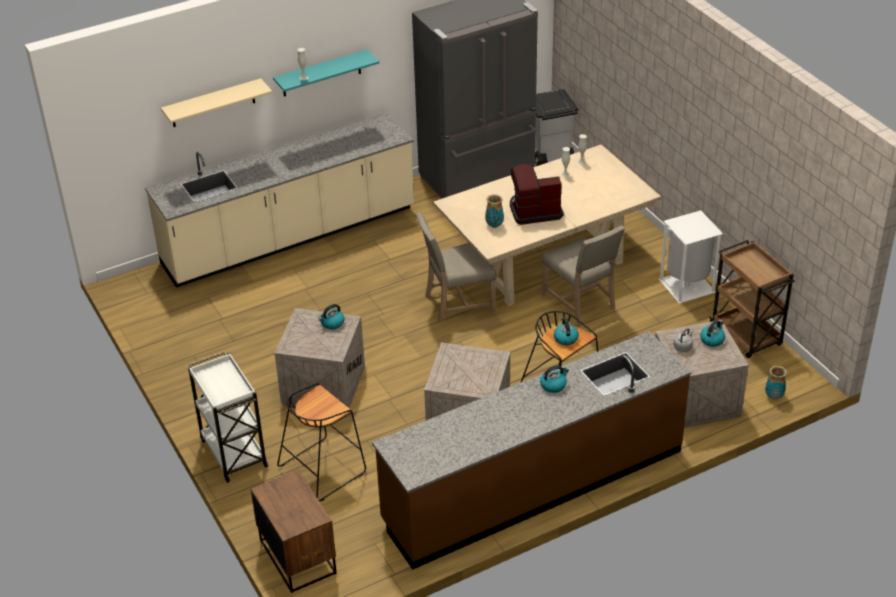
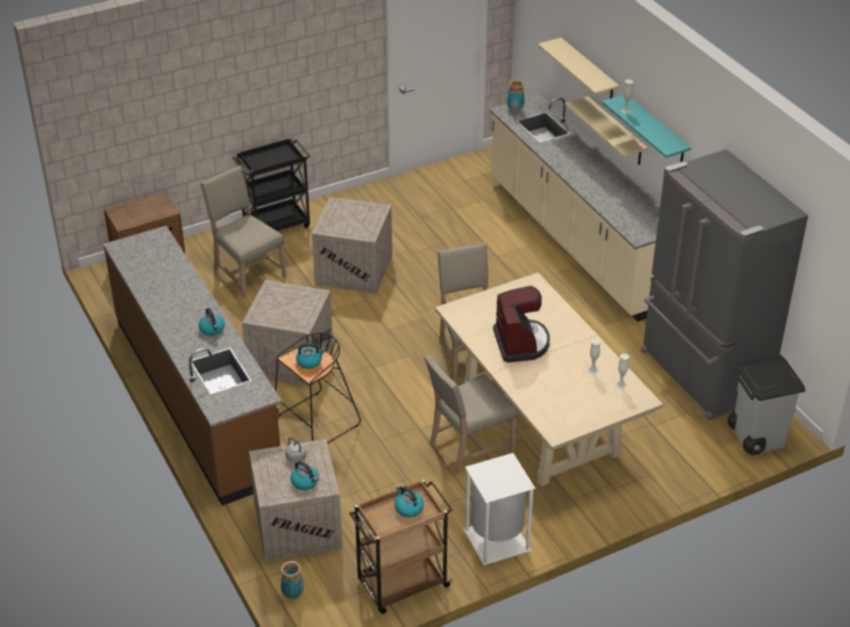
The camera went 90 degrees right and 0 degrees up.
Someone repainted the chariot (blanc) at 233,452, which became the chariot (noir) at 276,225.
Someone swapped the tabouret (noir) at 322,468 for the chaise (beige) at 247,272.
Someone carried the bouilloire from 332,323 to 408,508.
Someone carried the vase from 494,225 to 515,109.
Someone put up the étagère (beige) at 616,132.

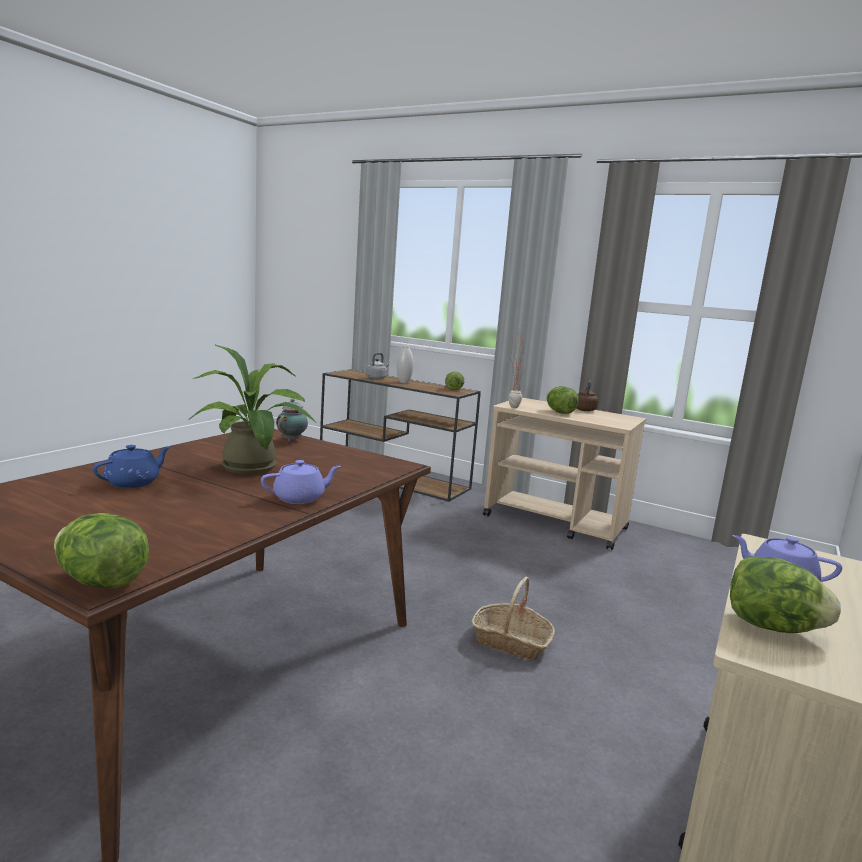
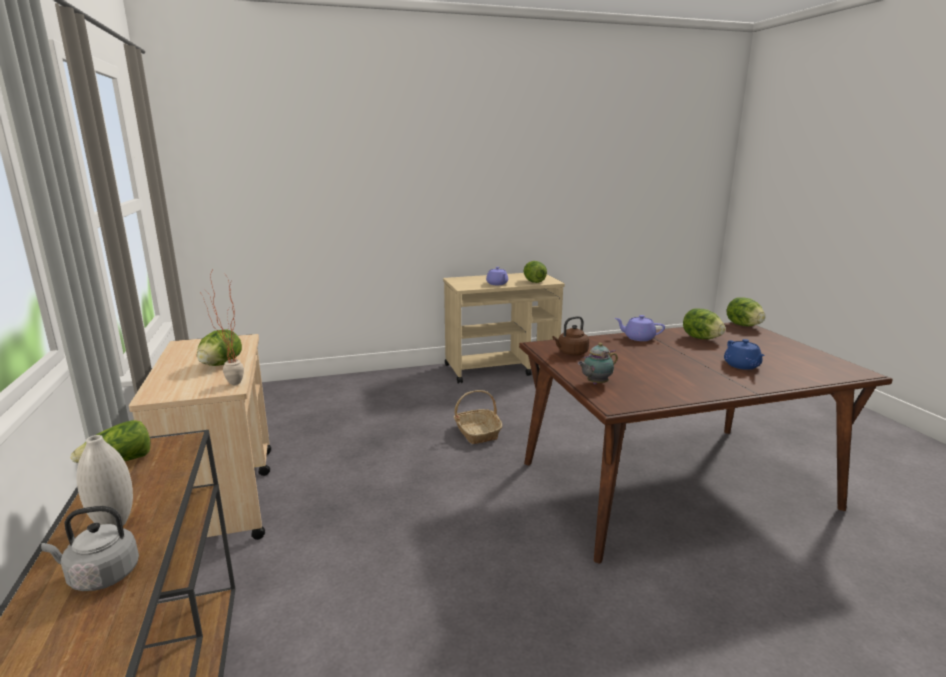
The camera went 135 degrees left and 5 degrees up.
Someone rotated the théière (bleu) at 134,482 by 90 degrees counterclockwise.
Someone took away the plante en pot at 252,470.
Someone carried the bouilloire (marron) from 584,409 to 571,353.
Someone put down the laitue at 701,338.

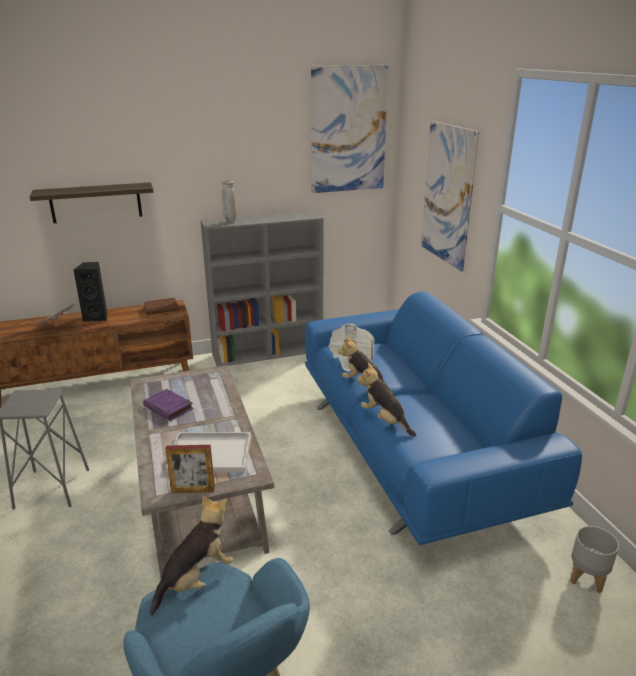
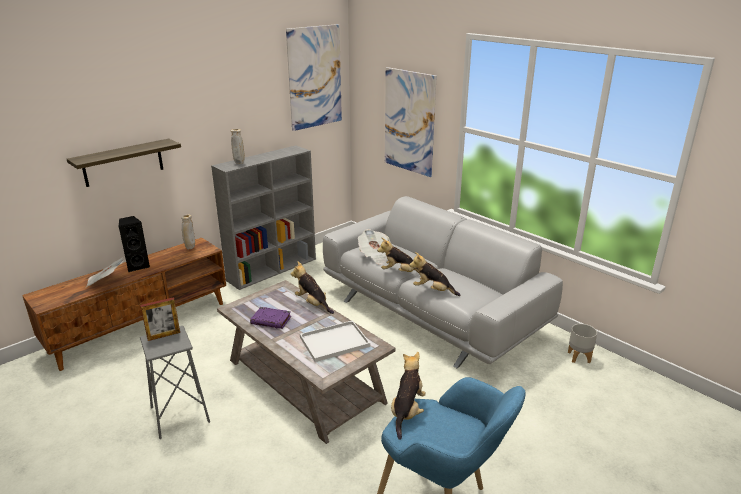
The camera went 25 degrees left and 0 degrees up.
Someone swapped the livre (marron) at 161,308 for the vase (beige) at 190,248.
Someone carried the cadre photo from 193,490 to 164,335.
Someone repainted the canapé (bleu) at 412,449, which became the canapé (gris) at 431,312.
Someone put down the peluche at 312,303.

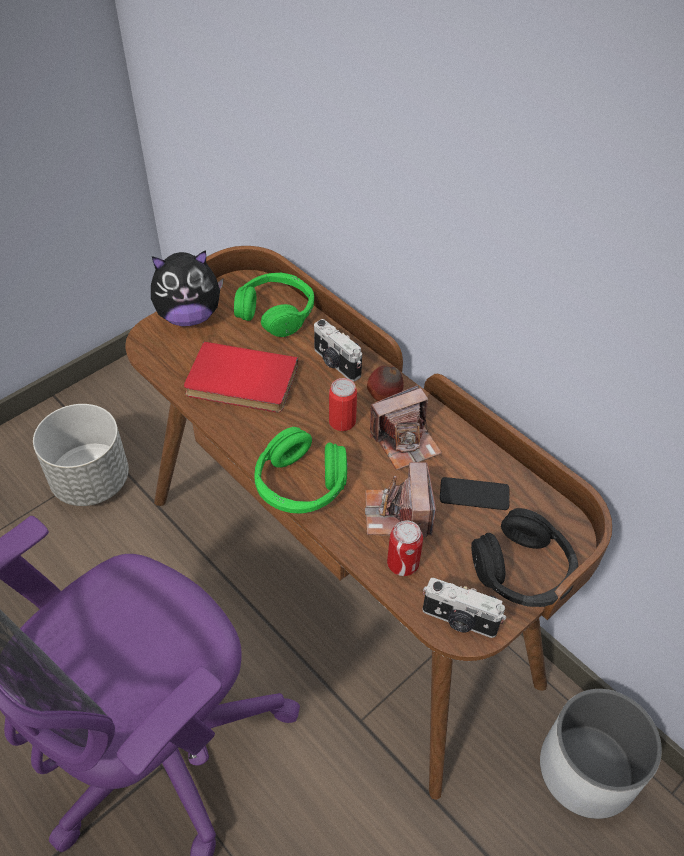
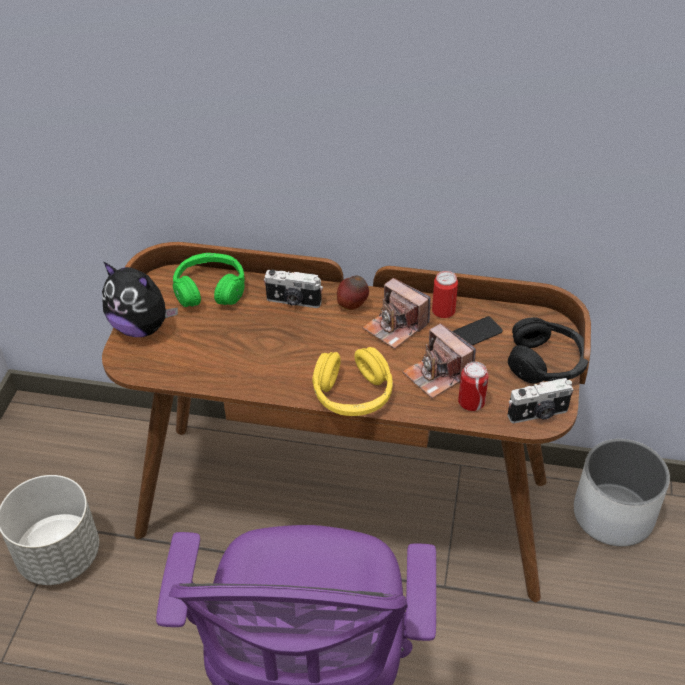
The camera went 35 degrees left and 5 degrees down.
Someone rotated the peluche at 189,316 by 75 degrees clockwise.
Someone took away the livre (rouge) at 241,383.
Someone repainted the casque audio (vert) at 300,484, which became the casque audio (jaune) at 353,394.
Someone carried the boîte métallique from 342,421 to 443,311.
Someone rotated the appareil photo at 405,441 by 105 degrees clockwise.

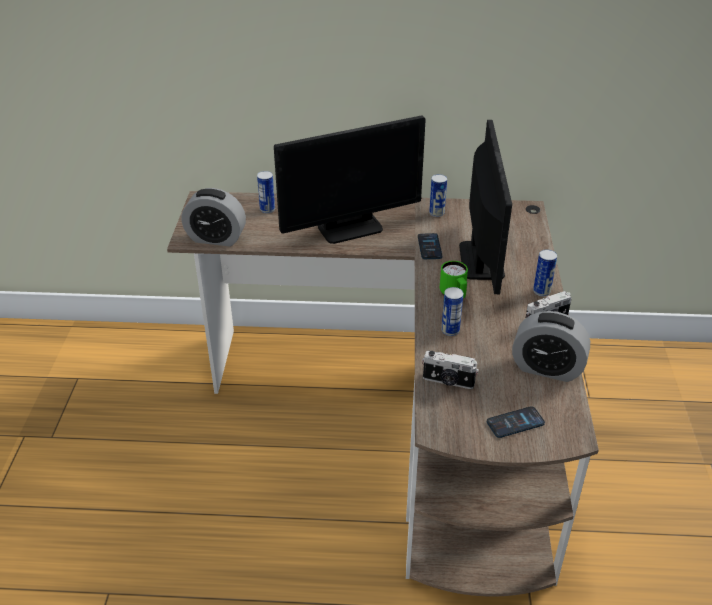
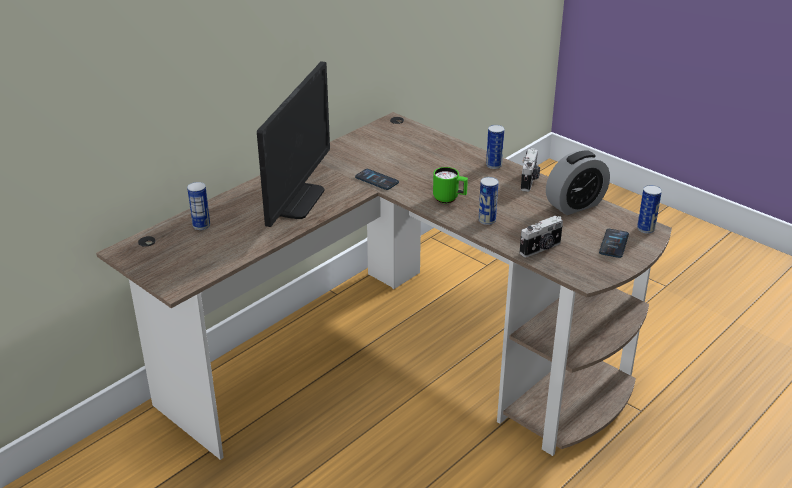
The camera went 50 degrees left and 5 degrees down.
Someone took away the réveil at 216,238.
Someone carried the boîte métallique from 436,213 to 645,229.
Someone took away the écran d'ordinateur at 481,260.

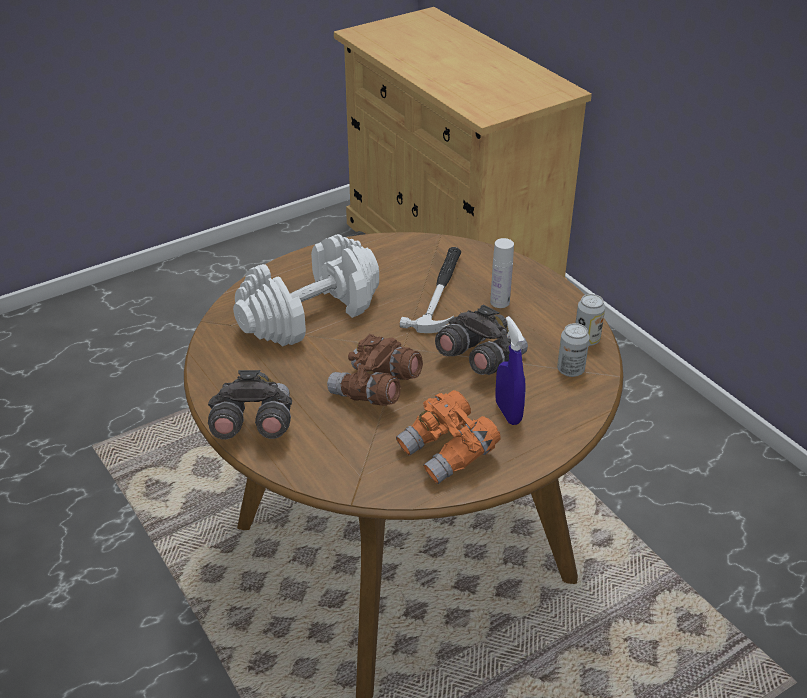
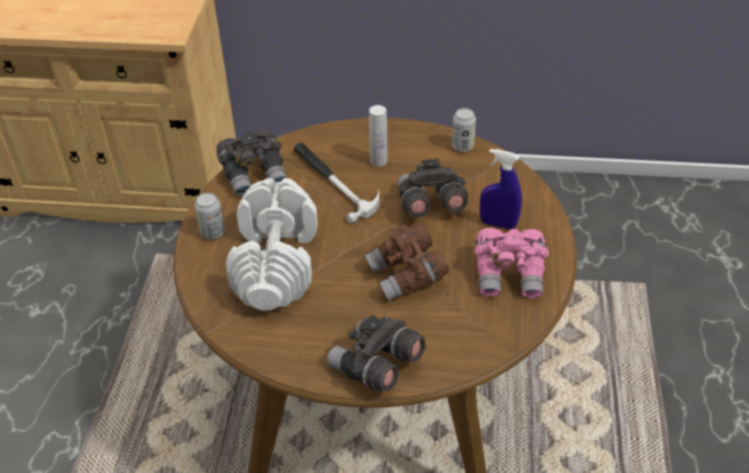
The camera went 50 degrees left and 5 degrees up.
Someone repainted the jumelles (orange) at 448,452, which became the jumelles (rose) at 510,275.
Someone carried the boîte métallique from 570,370 to 213,233.
Someone put down the jumelles (gris) at 255,175.

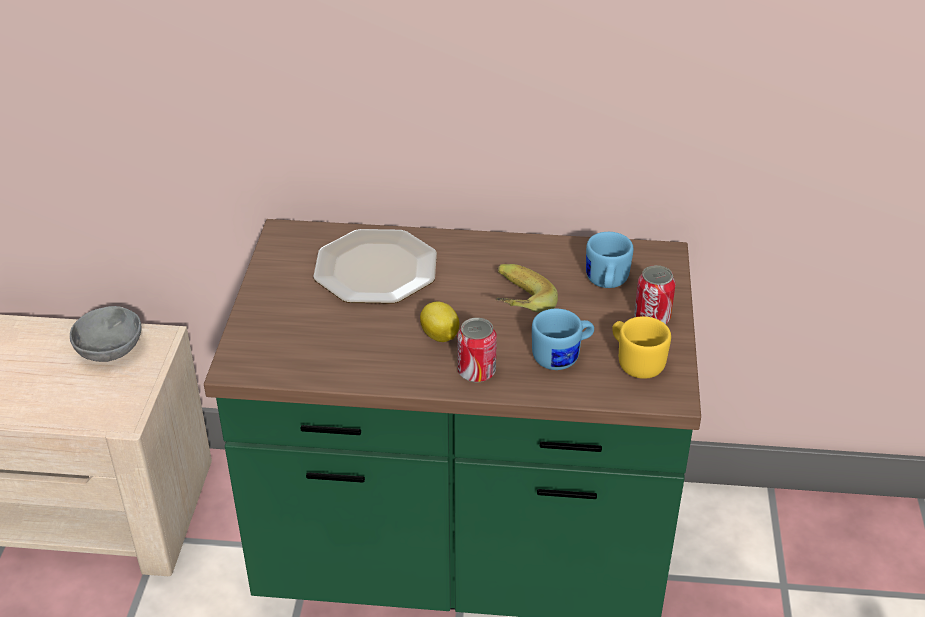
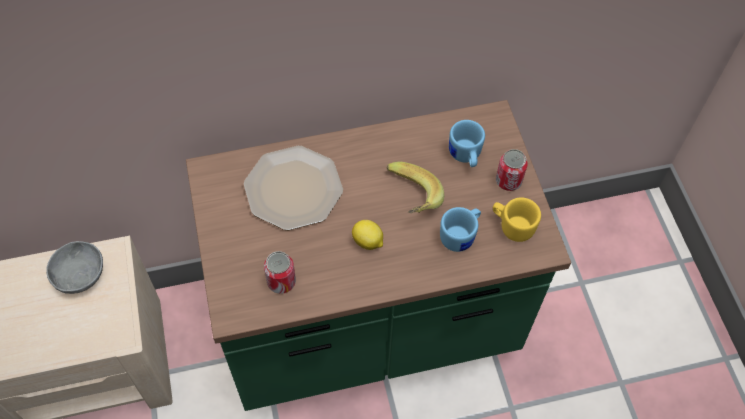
The camera went 20 degrees left and 20 degrees up.
Someone carried the boîte métallique from 476,372 to 281,282.

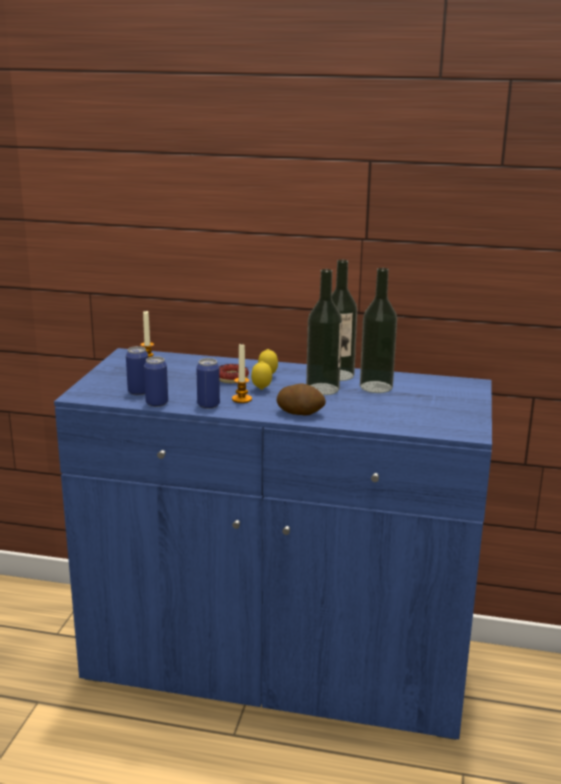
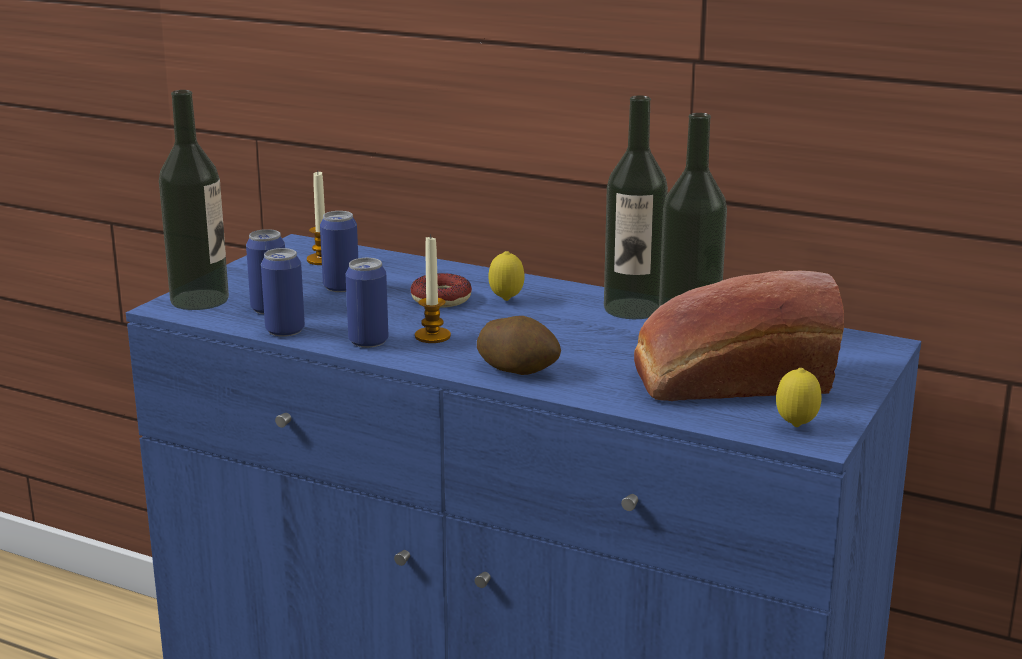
The camera went 15 degrees right and 0 degrees up.
Someone carried the citron from 261,389 to 796,426.
Someone carried the bouteille from 322,389 to 199,300.
Someone put down the boîte métallique at 341,287.
Someone put down the pain at 729,382.

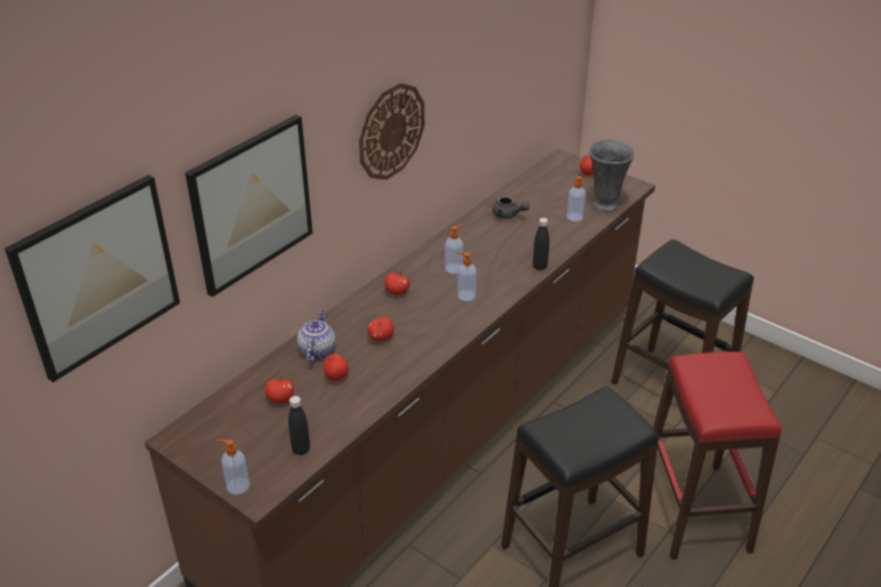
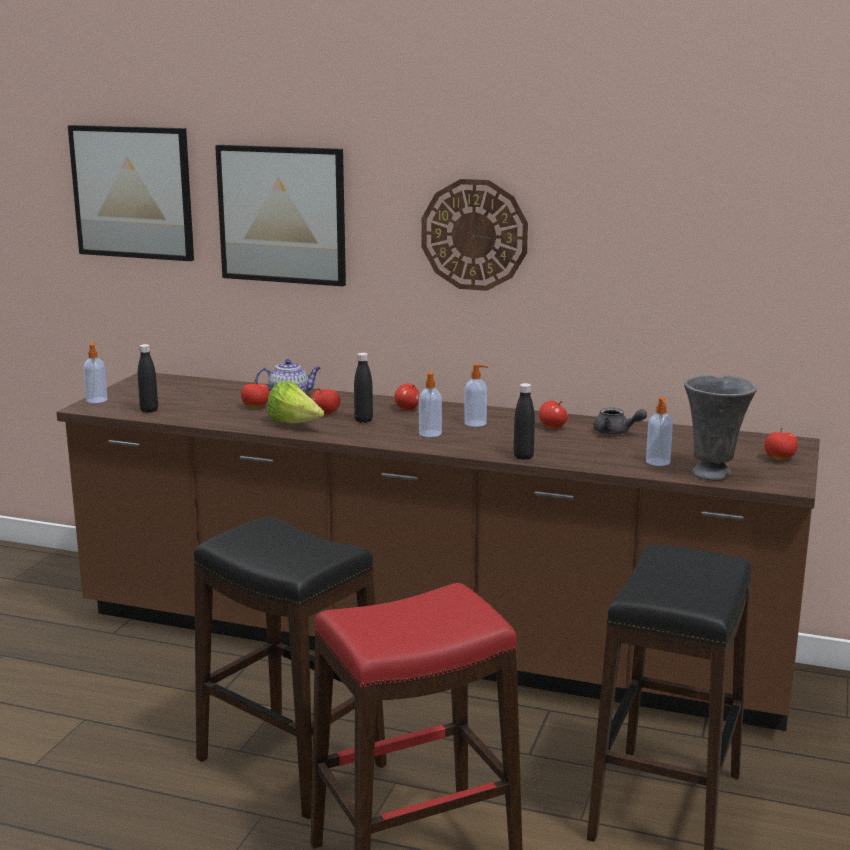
The camera went 70 degrees right and 20 degrees down.
Someone carried the pomme from 280,399 to 552,427.
Someone rotated the théière (gris) at 508,215 by 75 degrees counterclockwise.
Someone put down the laitue at 295,424.
Someone put down the bouteille (noir) at 363,420.

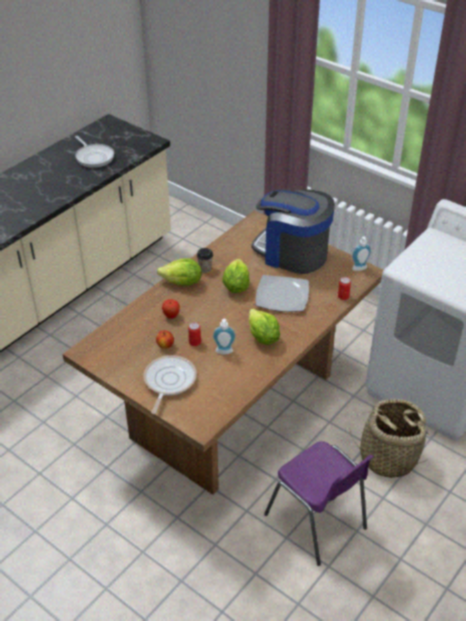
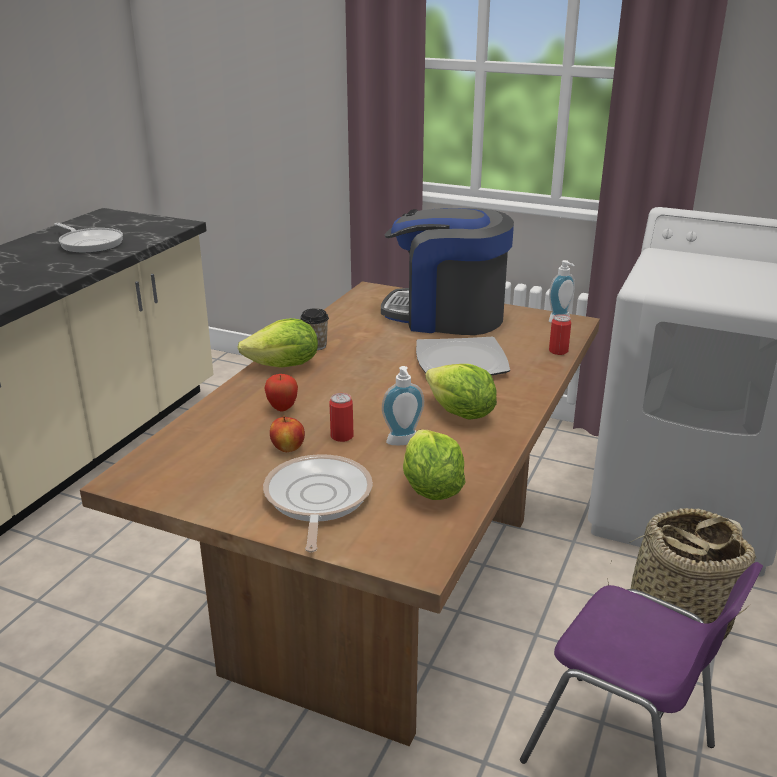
The camera went 15 degrees left and 15 degrees down.
Someone carried the laitue from 236,286 to 430,489.

